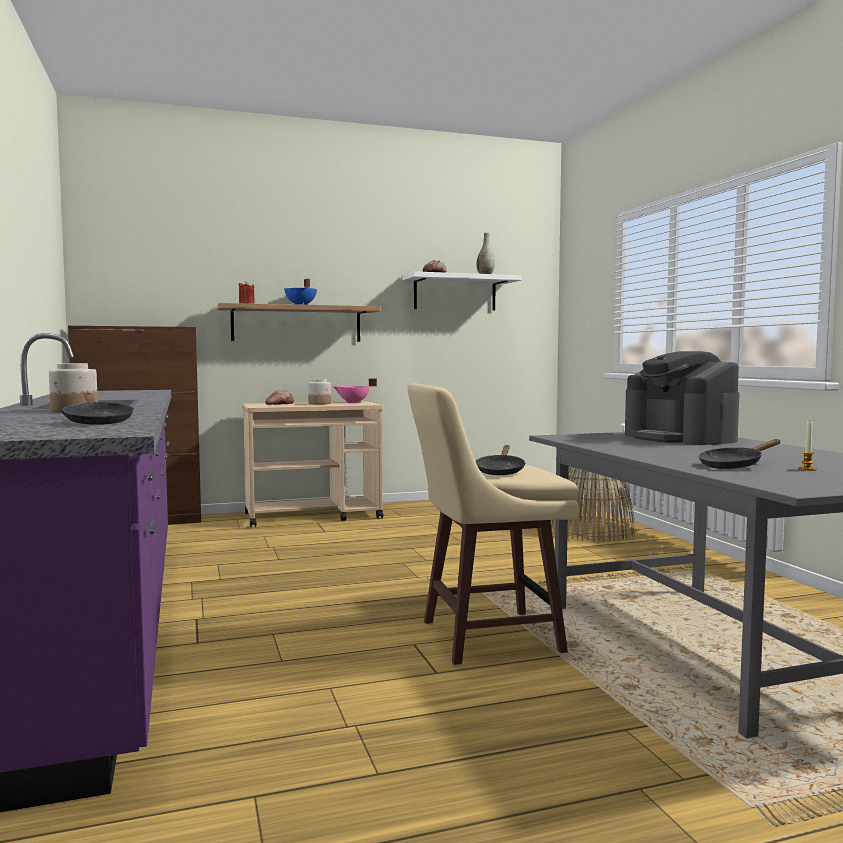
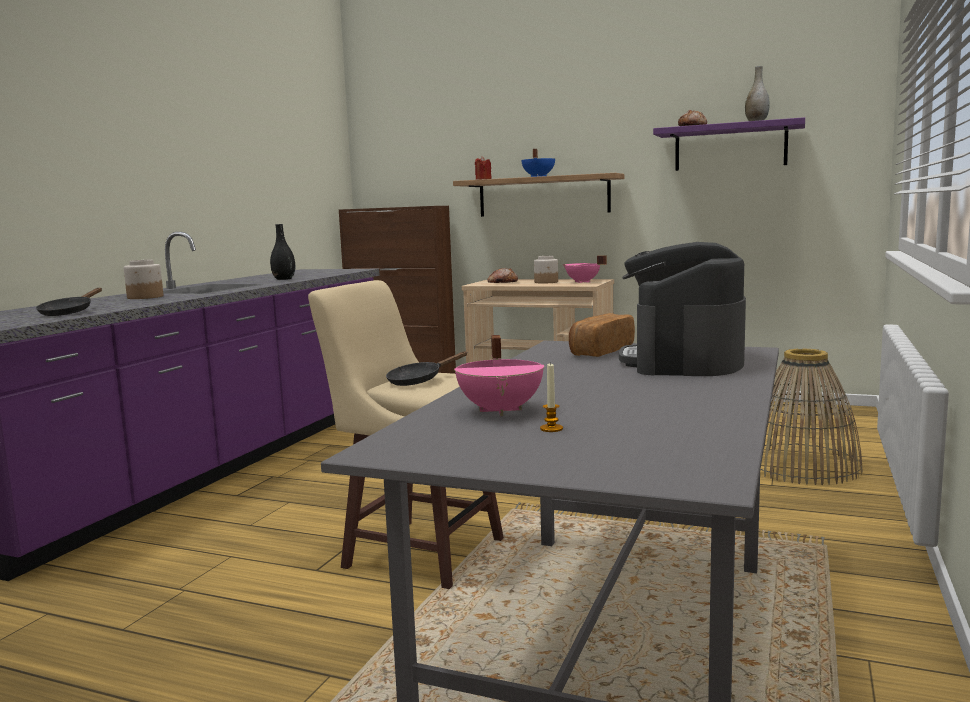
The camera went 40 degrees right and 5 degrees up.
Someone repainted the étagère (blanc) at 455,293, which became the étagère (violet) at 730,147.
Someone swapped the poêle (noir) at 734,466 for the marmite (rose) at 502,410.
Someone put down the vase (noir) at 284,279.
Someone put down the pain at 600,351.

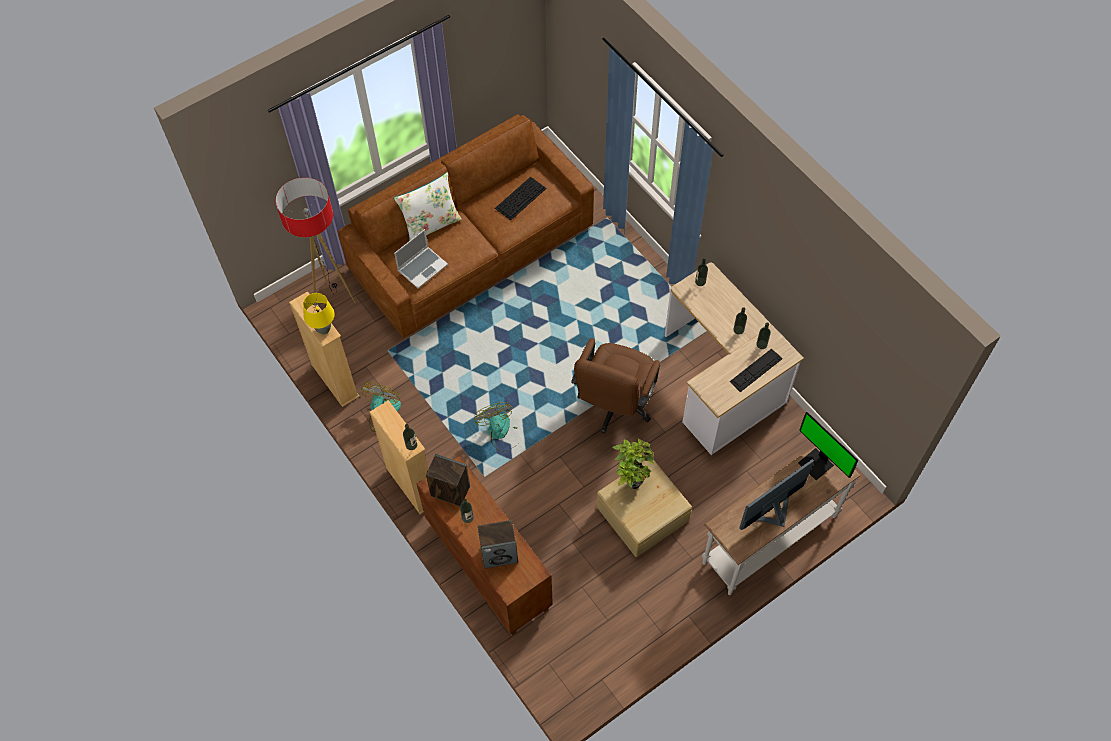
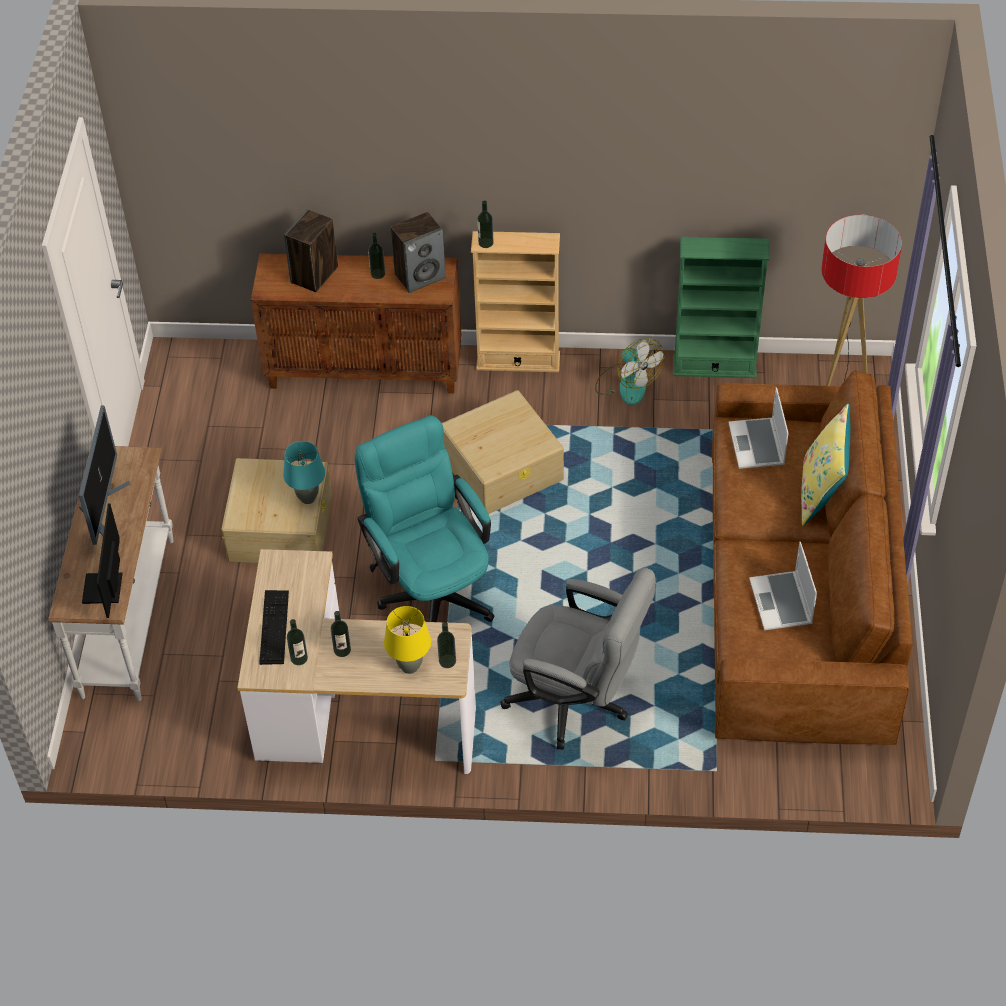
The camera went 130 degrees right and 10 degrees down.
Someone repainted the bibliothèque (beige) at 335,380, which became the bibliothèque (vert) at 714,366.
Someone carried the lampe de table (jaune) from 324,330 to 409,666.
Someone repainted the coussin (blanc) at 431,225, which became the coussin (jaune) at 821,492.
Someone swapped the ventilateur at 501,433 for the boîte de rangement (beige) at 503,467.
Someone swapped the clavier at 520,198 for the ordinateur portable at 782,603.
Someone repainted the chaise de bureau (marron) at 614,405, which became the chaise de bureau (turquoise) at 431,589.
Someone swapped the plante en pot at 631,479 for the lampe de table (turquoise) at 307,498.
Someone rotated the écran d'ordinateur at 817,463 by 90 degrees counterclockwise.
Someone put down the chaise de bureau (gris) at 578,702.

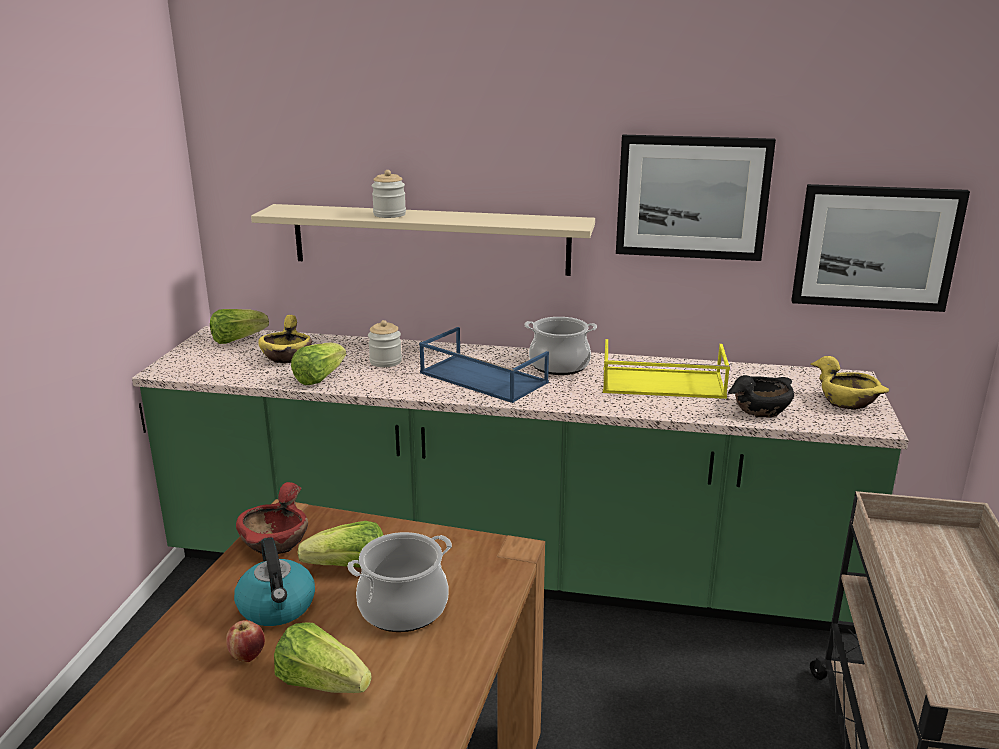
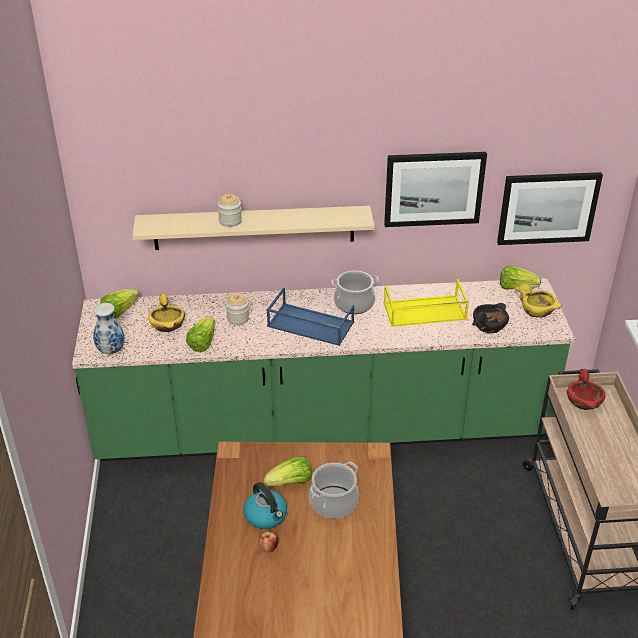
The camera went 15 degrees left and 15 degrees up.
Someone carried the bol (rouge) from 275,542 to 584,402.
Someone carried the laitue from 321,683 to 516,287.
Someone put down the vase at 110,350.

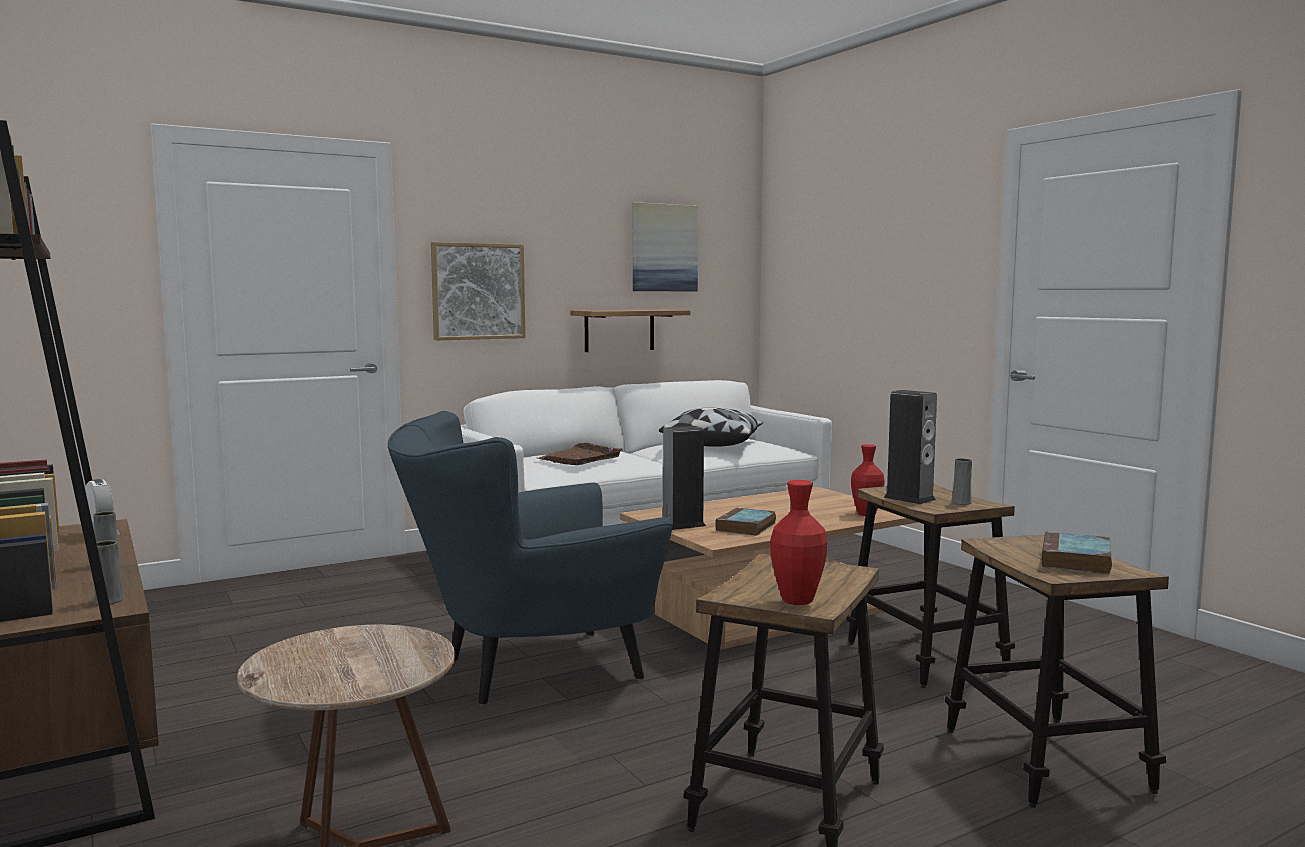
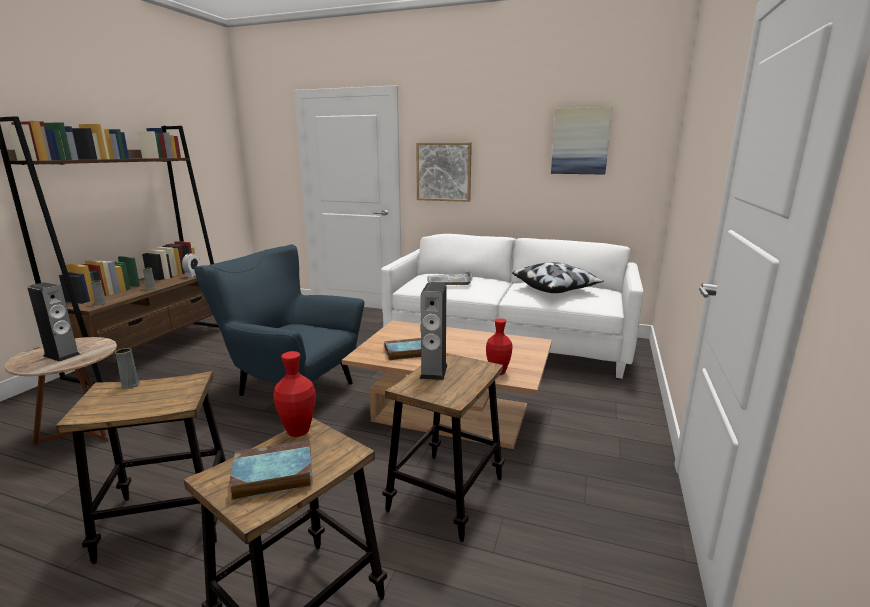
The camera went 50 degrees right and 10 degrees up.
Someone repainted the plateau (marron) at 580,458, which became the plateau (gris) at 450,281.
Someone took away the étagère at 619,330.
Someone carried the enceinte from 683,525 to 62,355.
Someone carried the vase (rouge) from 797,601 to 298,432.
Someone carried the vase (gris) from 961,503 to 130,385.

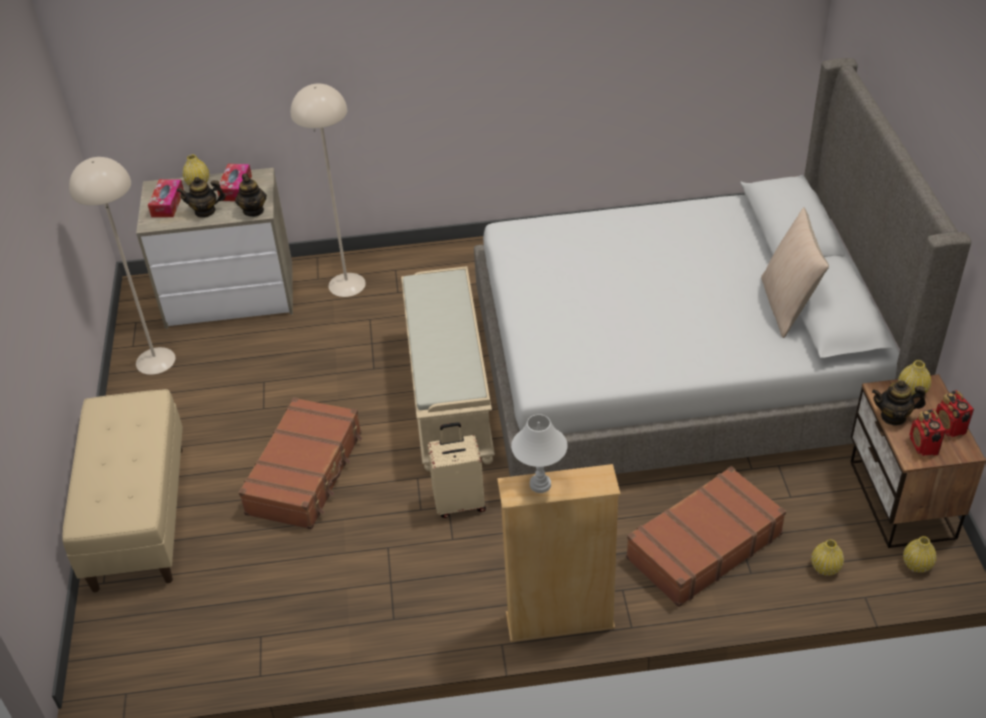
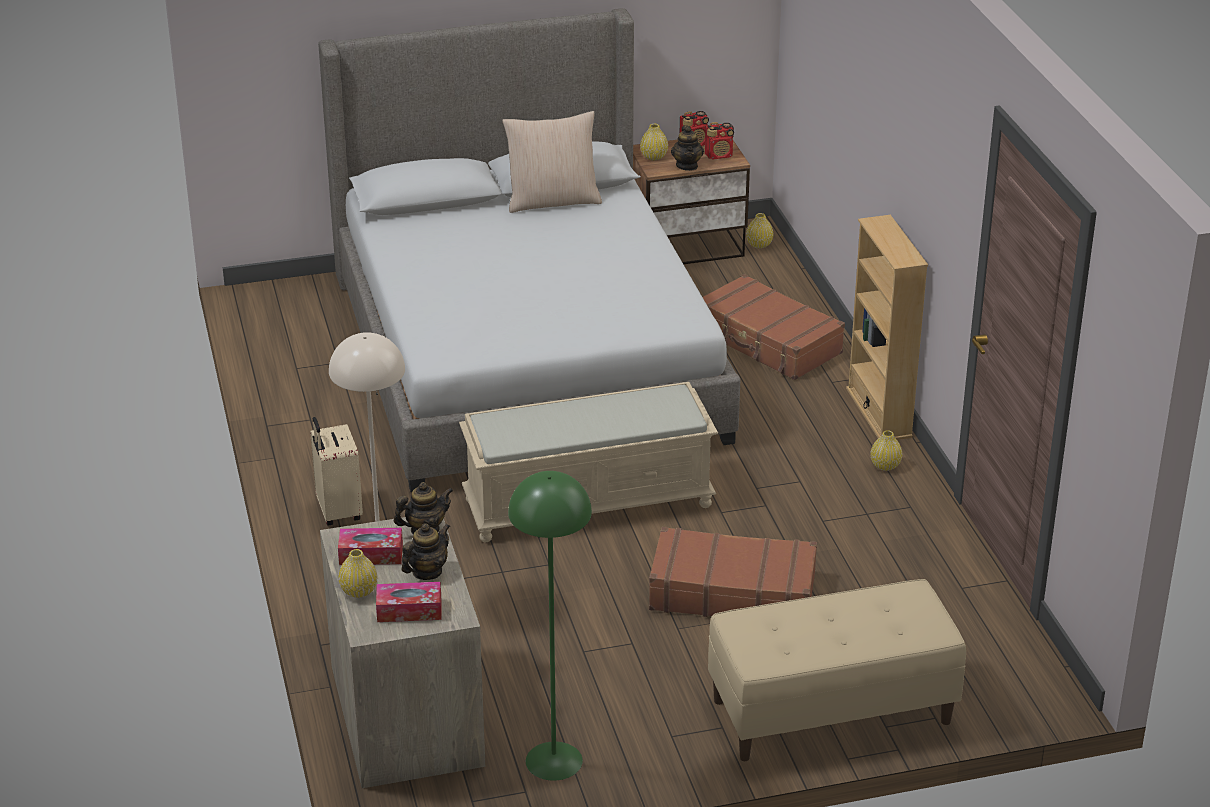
The camera went 100 degrees left and 10 degrees down.
Someone repainted the lampadaire (beige) at 156,360, which became the lampadaire (vert) at 554,760.
Someone rotated the théière at 205,211 by 120 degrees counterclockwise.
Someone carried the valise (beige) from 459,502 to 337,511.
Someone took away the lampe de table (blanc) at 539,484.
Someone carried the vase (jaune) from 825,567 to 885,466.

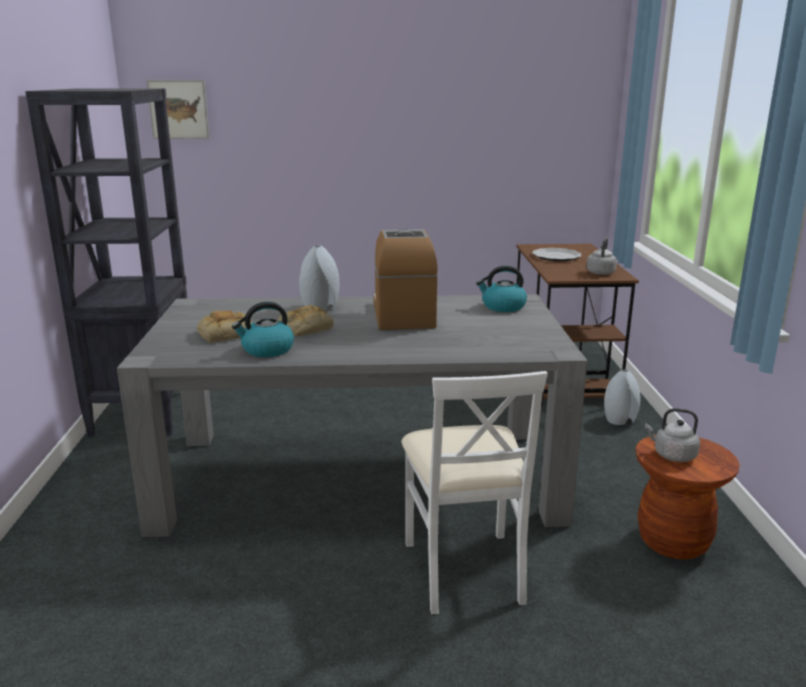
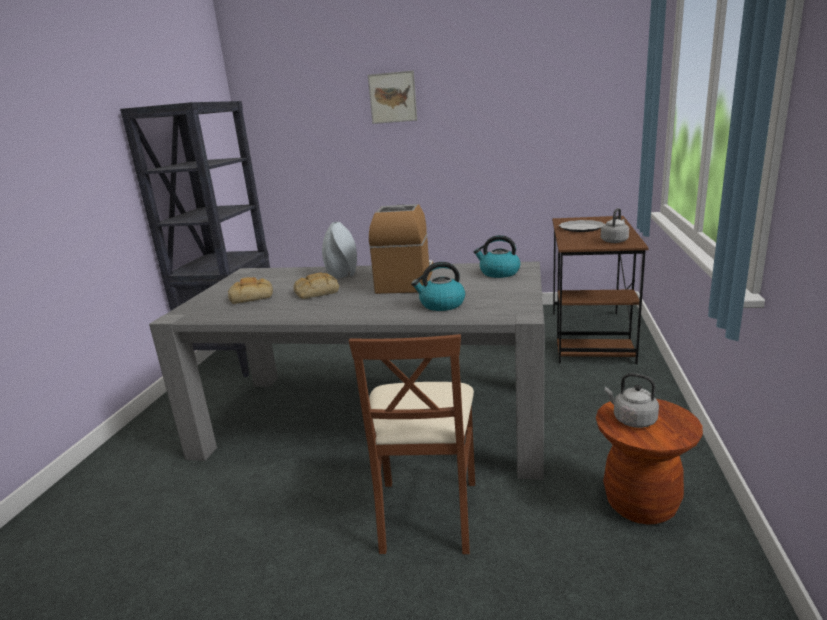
The camera went 15 degrees right and 0 degrees up.
Someone carried the tableau from 178,109 to 392,97.
Someone carried the bouilloire from 267,350 to 441,304.
Someone repainted the chaise (blanc) at 465,569, which became the chaise (marron) at 427,513.
Someone took away the vase (gris) at 620,420.

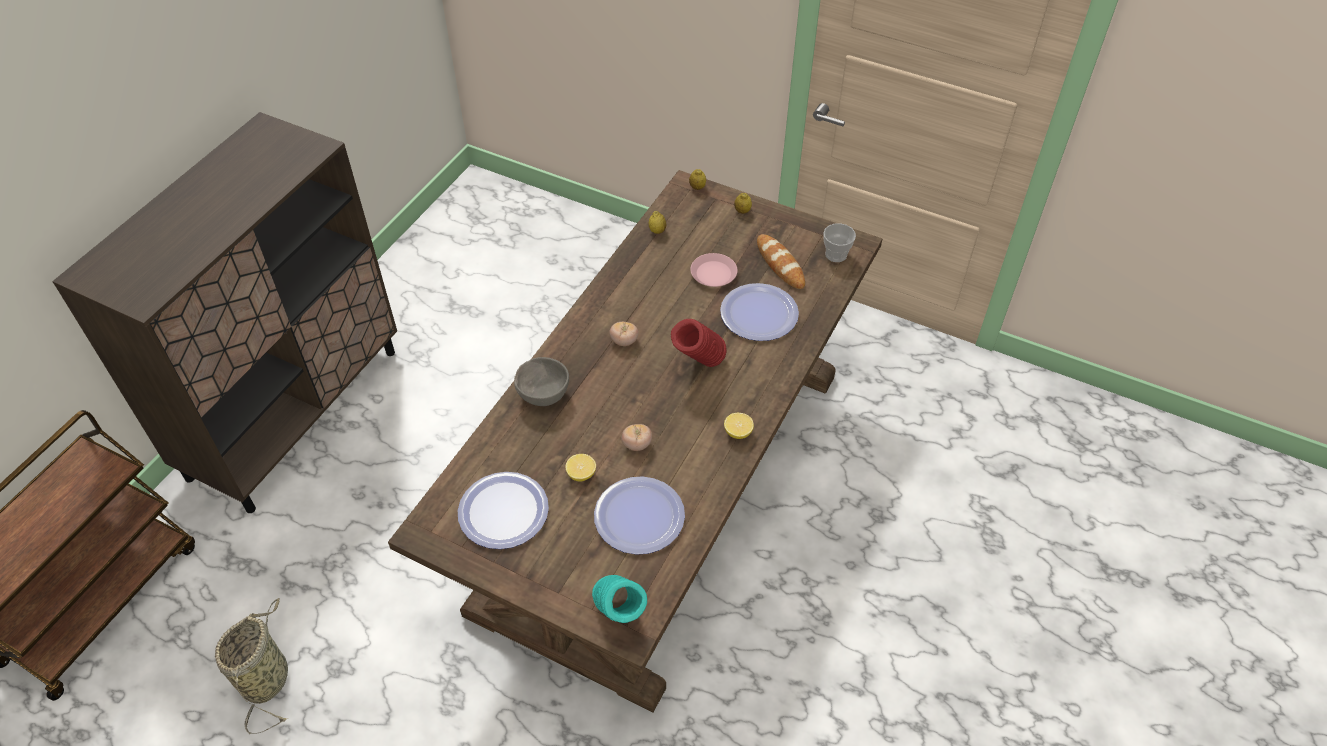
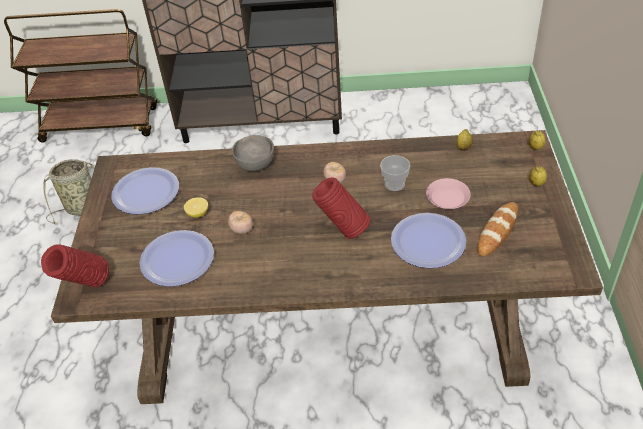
The camera went 65 degrees right and 5 degrees down.
Someone repainted the vase (turquoise) at 620,617, which became the vase (rouge) at 86,287.
Someone took away the citron at 738,432.
Someone carried the tasse from 836,254 to 394,184.

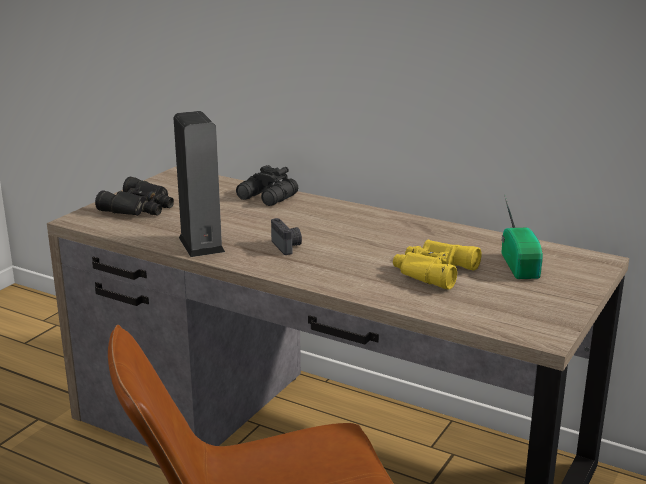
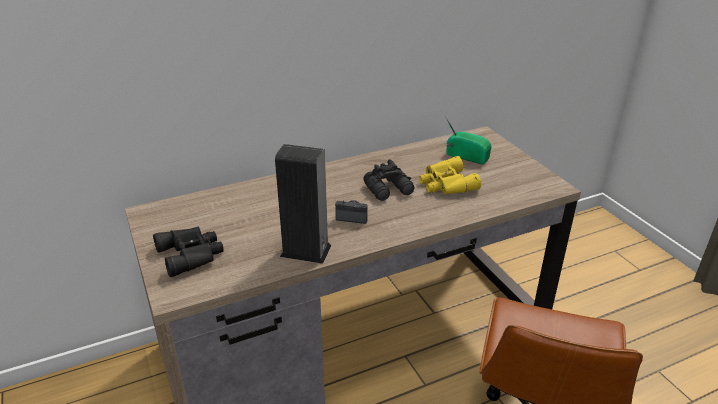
The camera went 55 degrees left and 10 degrees up.
Someone carried the jumelles (noir) from 267,198 to 389,190.

